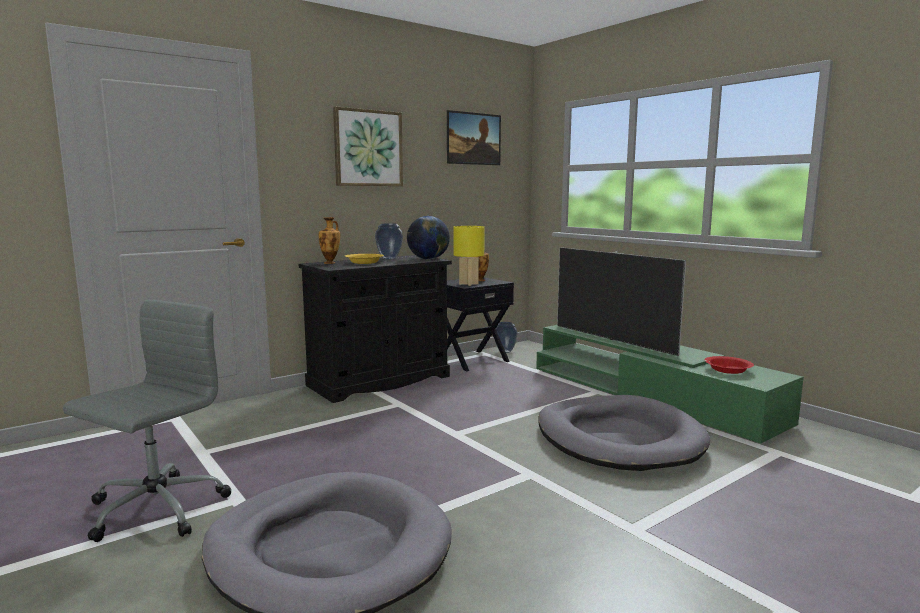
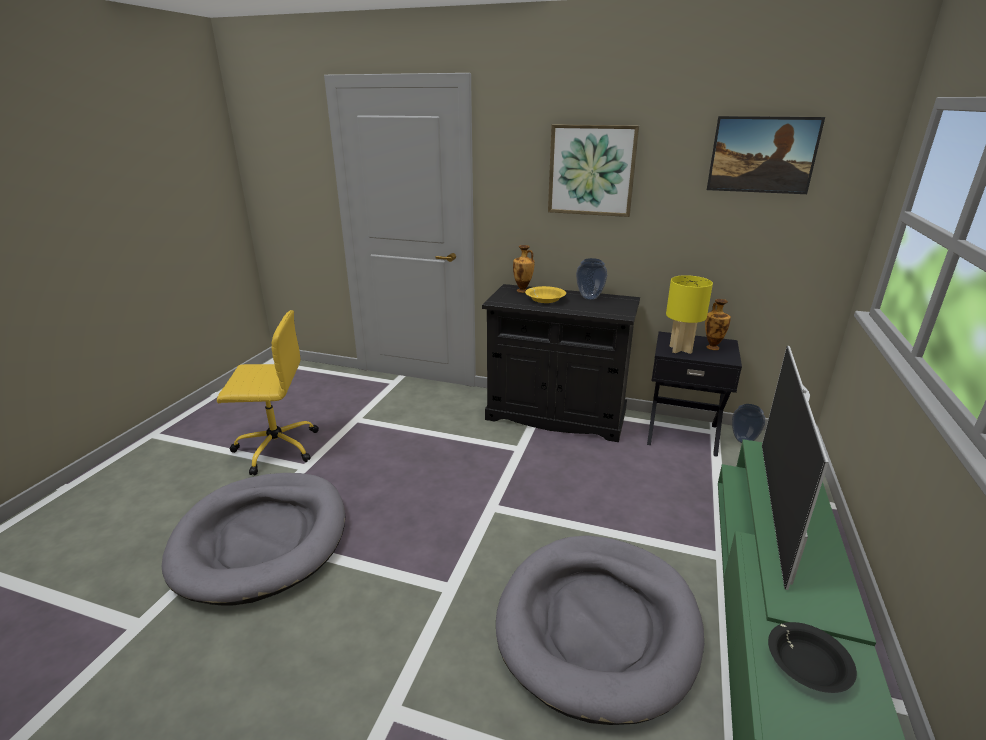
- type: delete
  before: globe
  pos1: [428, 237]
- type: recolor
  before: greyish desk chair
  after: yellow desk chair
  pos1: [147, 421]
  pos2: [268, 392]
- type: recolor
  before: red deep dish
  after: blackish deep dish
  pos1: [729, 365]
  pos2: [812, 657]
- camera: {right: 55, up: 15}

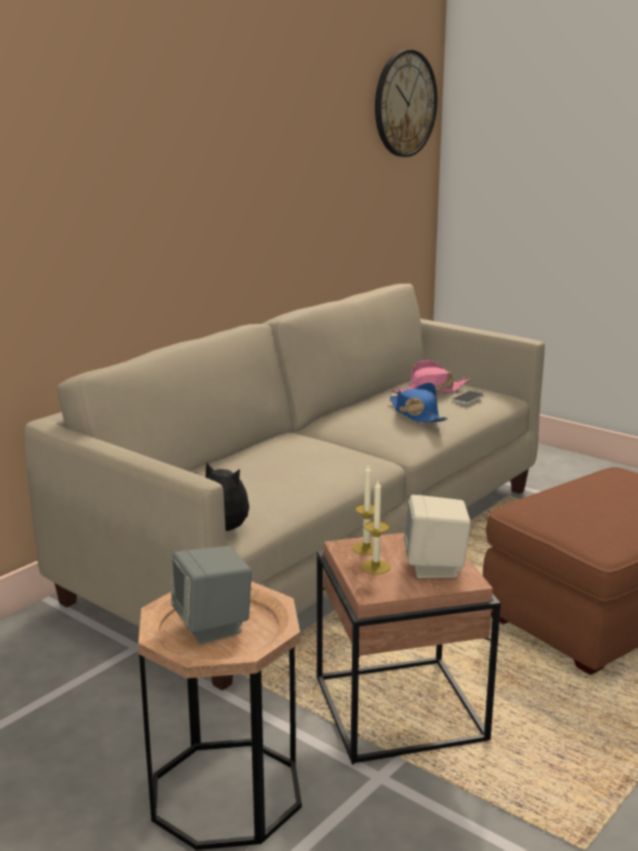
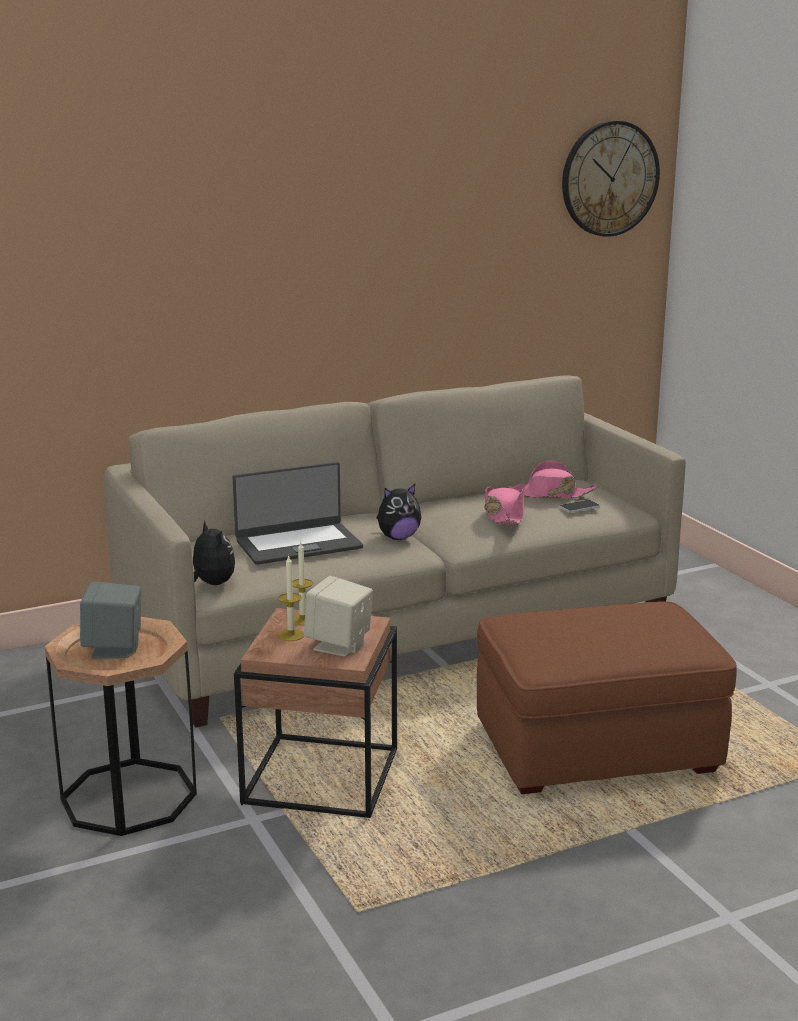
- type: recolor
  before: blue clothing hat
  after: pinkish clothing hat
  pos1: [419, 403]
  pos2: [504, 504]
- type: insert
  after: laptop
  pos2: [298, 513]
- type: insert
  after: cuddly toy
  pos2: [399, 512]
- camera: {right: 25, up: 0}

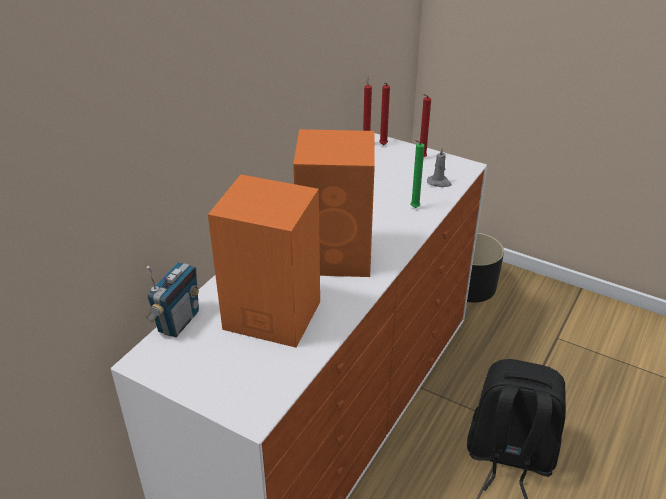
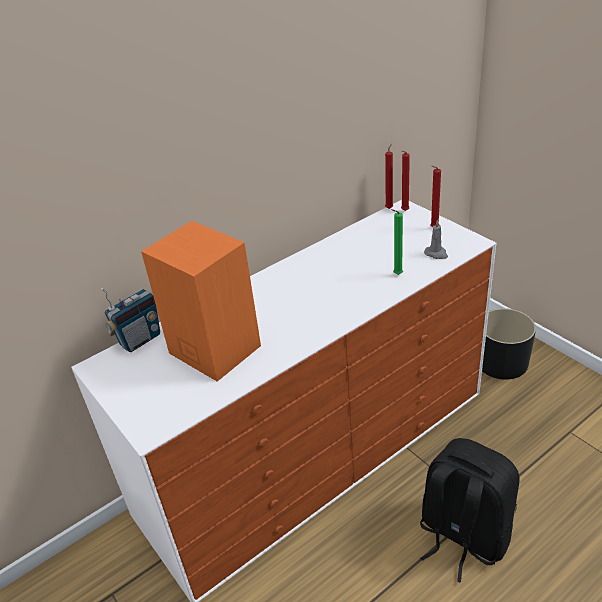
- type: delete
  before: orange-coloured audio speaker
  pos1: [334, 203]
- camera: {right: 25, up: 0}

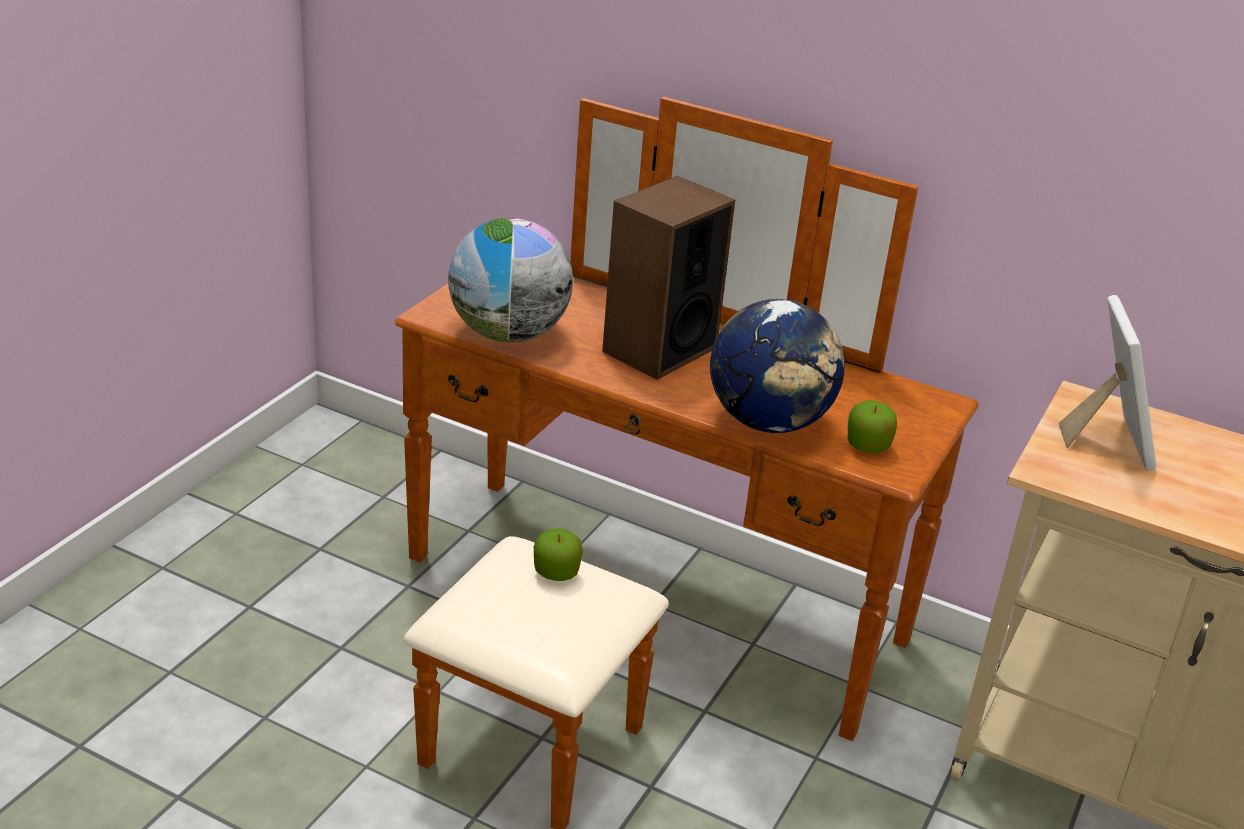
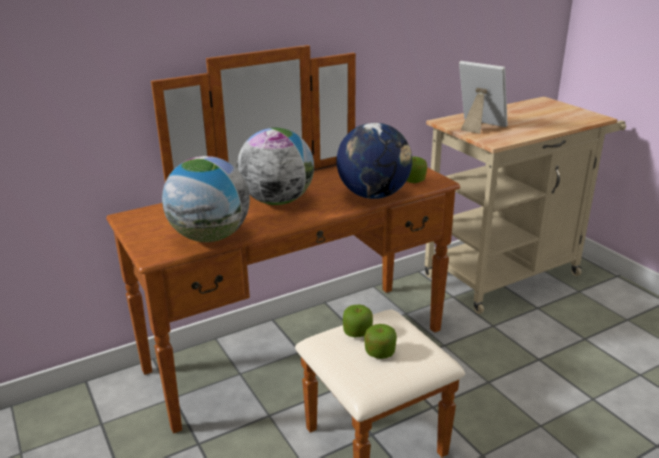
- type: replace
  before: audio speaker
  after: globe
  pos1: [668, 278]
  pos2: [275, 166]
- type: insert
  after: apple
  pos2: [380, 341]
- camera: {right: -55, up: -5}

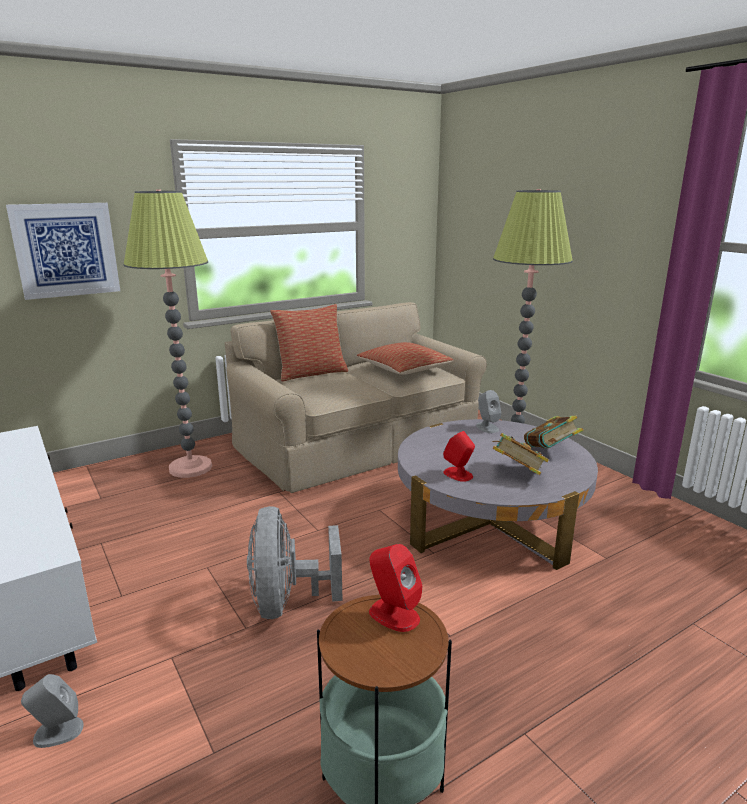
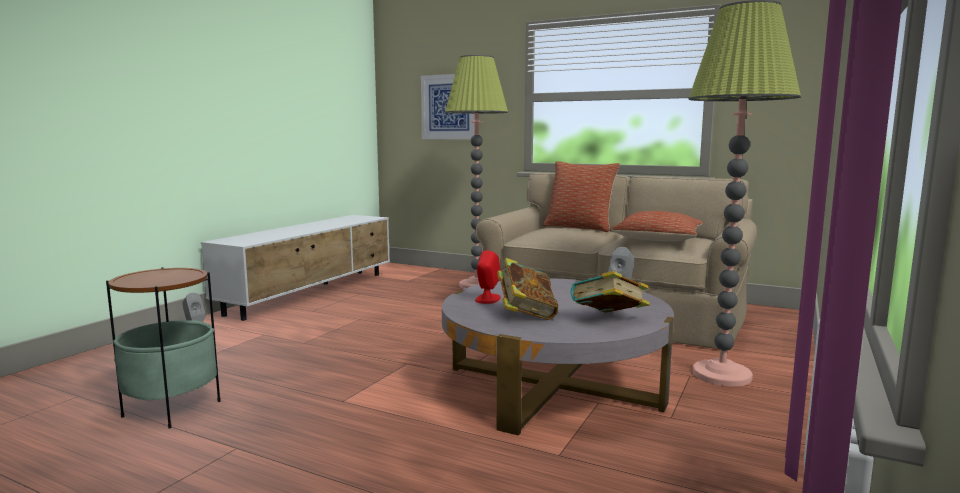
- type: delete
  before: greyish electric fan
  pos1: [295, 562]
- type: delete
  before: red audio speaker
  pos1: [396, 588]
- camera: {right: 60, up: -10}

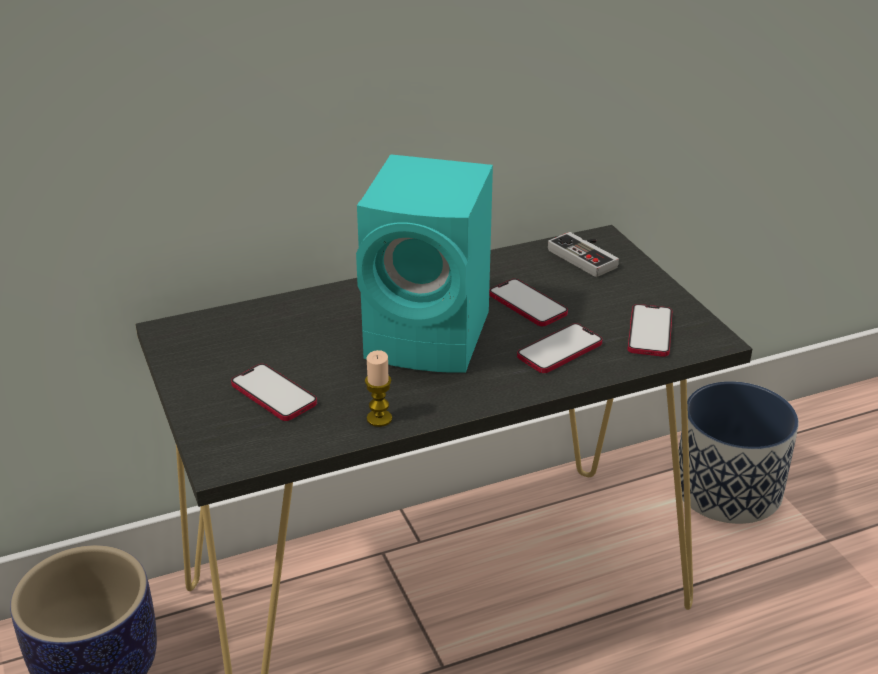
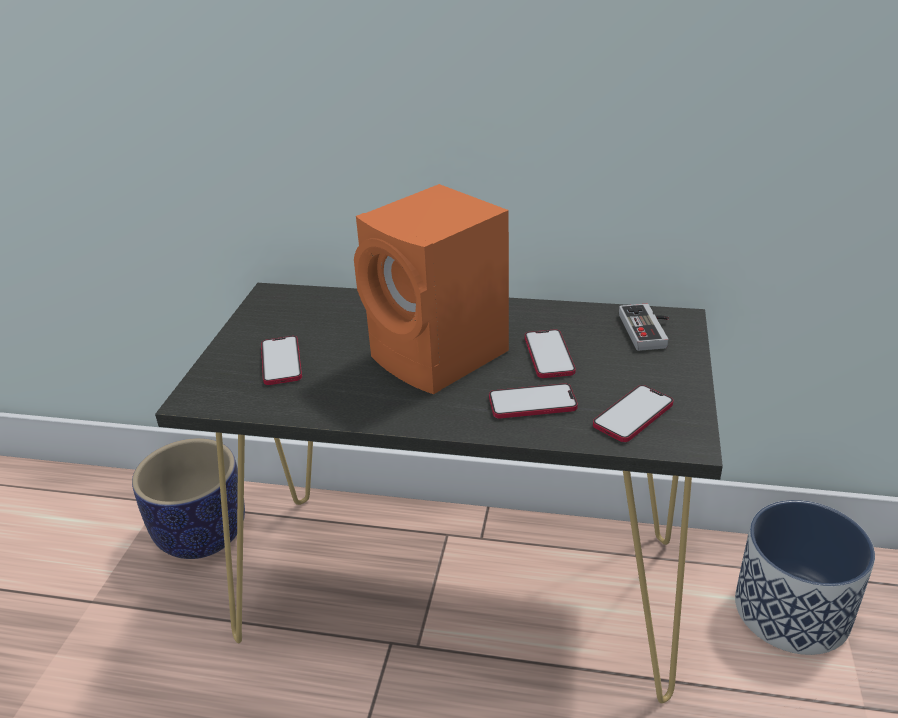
- type: recolor
  before: turquoise audio speaker
  after: orange-coloured audio speaker
  pos1: [424, 263]
  pos2: [431, 289]
- type: delete
  before: wax candle
  pos1: [378, 388]
- camera: {right: 35, up: 0}

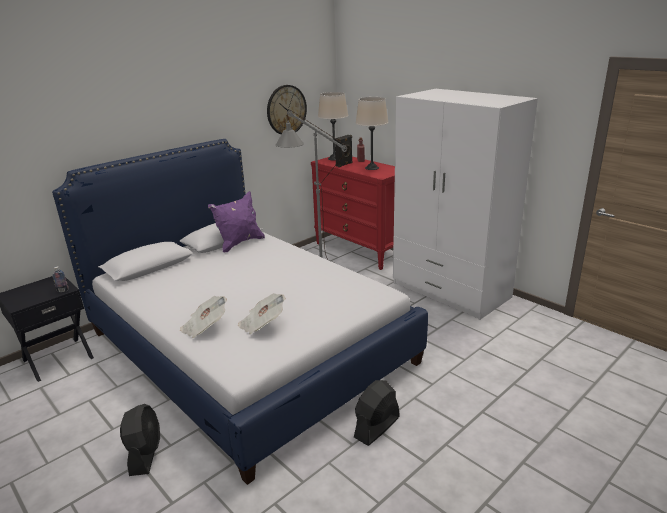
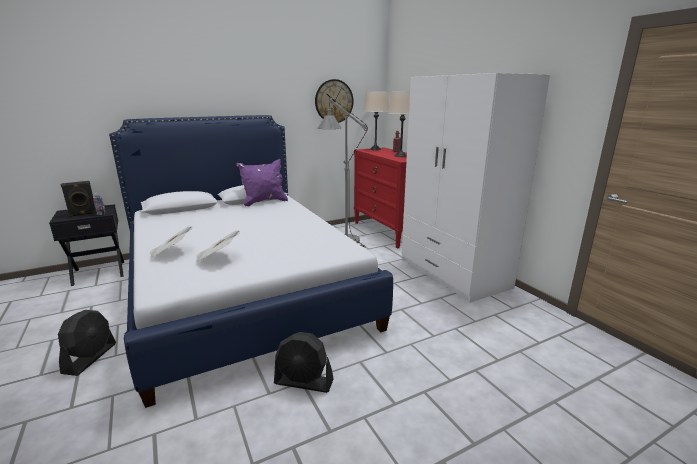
- type: move
  before: blackish audio speaker
  pos1: [344, 151]
  pos2: [78, 199]
- type: rotate
  before: blackish electric fan
  pos1: [377, 413]
  pos2: [304, 362]
  turn: -135
- camera: {right: 15, up: -5}

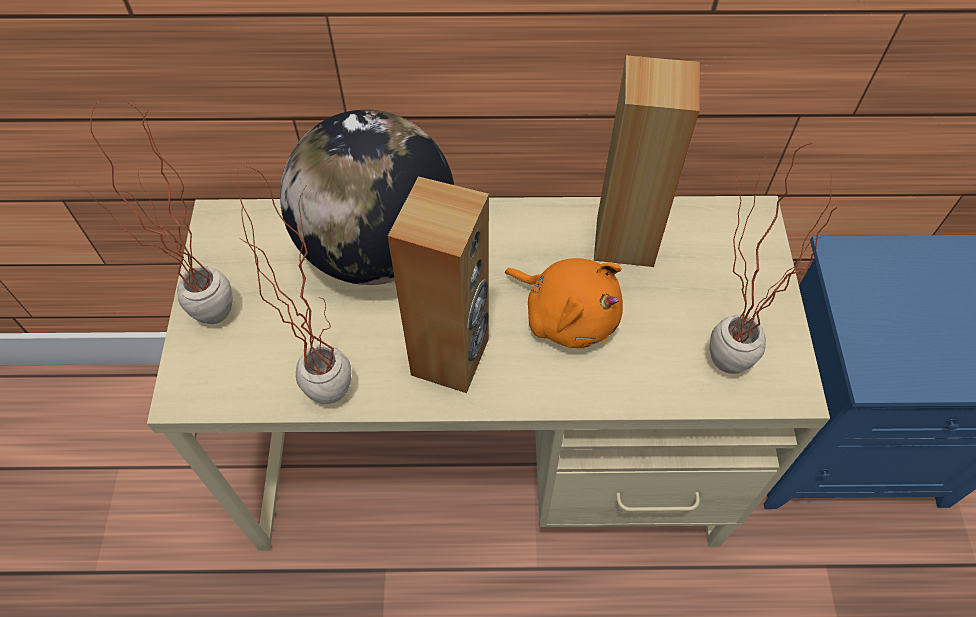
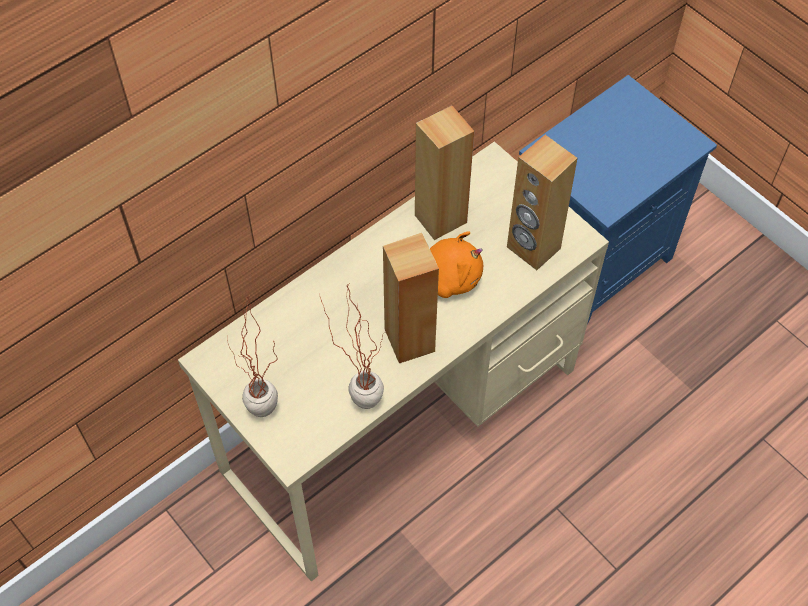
- type: delete
  before: globe
  pos1: [367, 197]
- type: replace
  before: potted plant
  after: brownish audio speaker
  pos1: [773, 258]
  pos2: [542, 202]
- camera: {right: -40, up: 0}

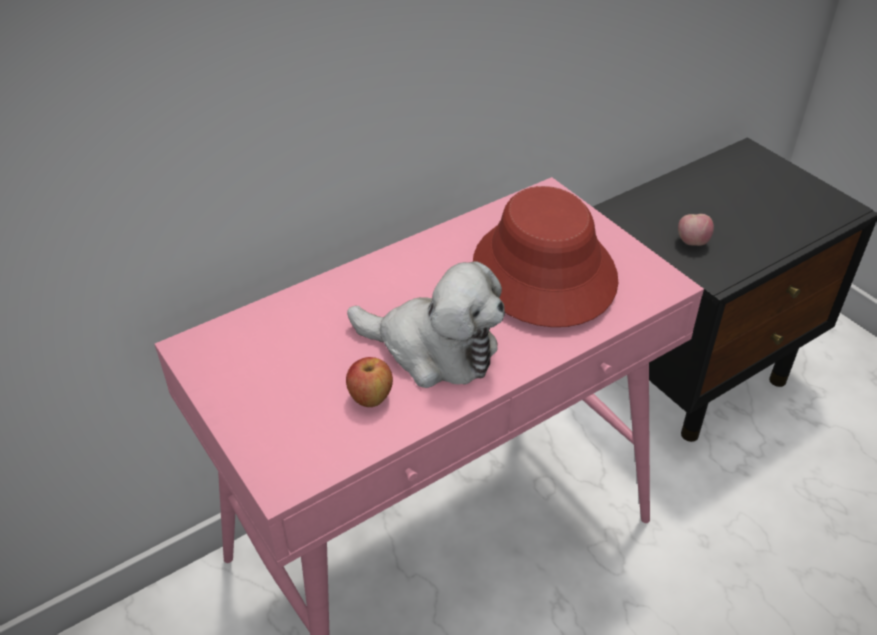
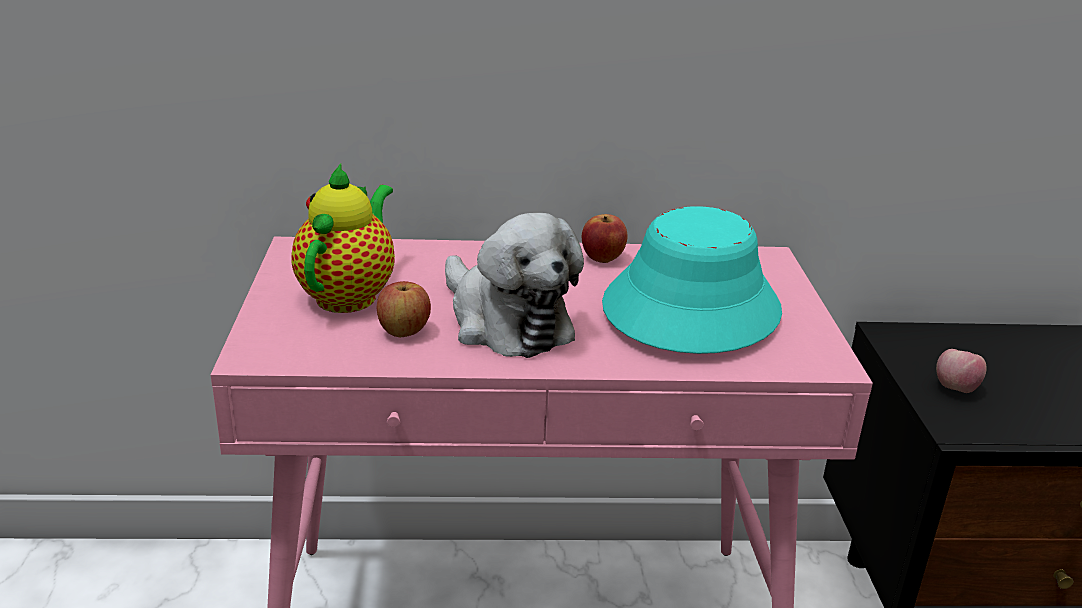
- type: recolor
  before: red clothing hat
  after: turquoise clothing hat
  pos1: [545, 256]
  pos2: [692, 280]
- type: insert
  after: pot for tea
  pos2: [343, 238]
- type: insert
  after: apple
  pos2: [604, 238]
- camera: {right: 30, up: -15}

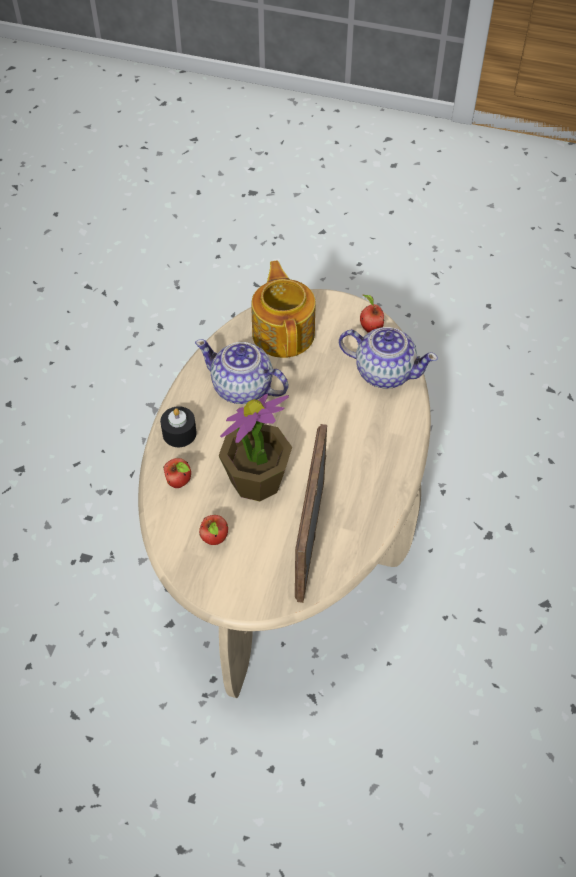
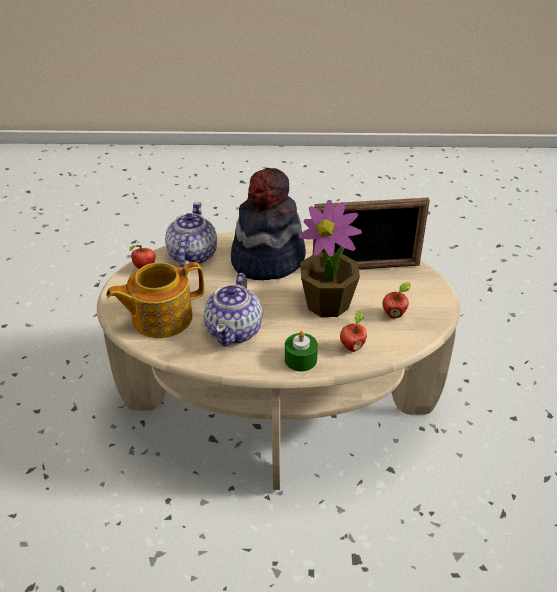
- type: recolor
  before: blackish wax candle
  after: green wax candle
  pos1: [178, 426]
  pos2: [301, 351]
- type: insert
  after: clothing hat
  pos2: [268, 224]
- camera: {right: -105, up: -15}

